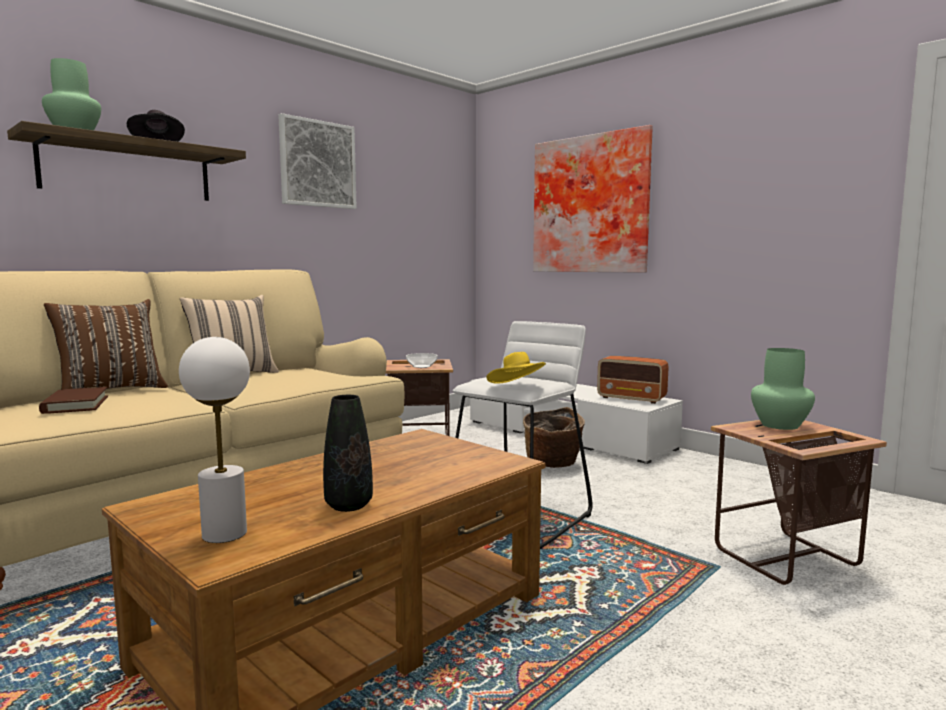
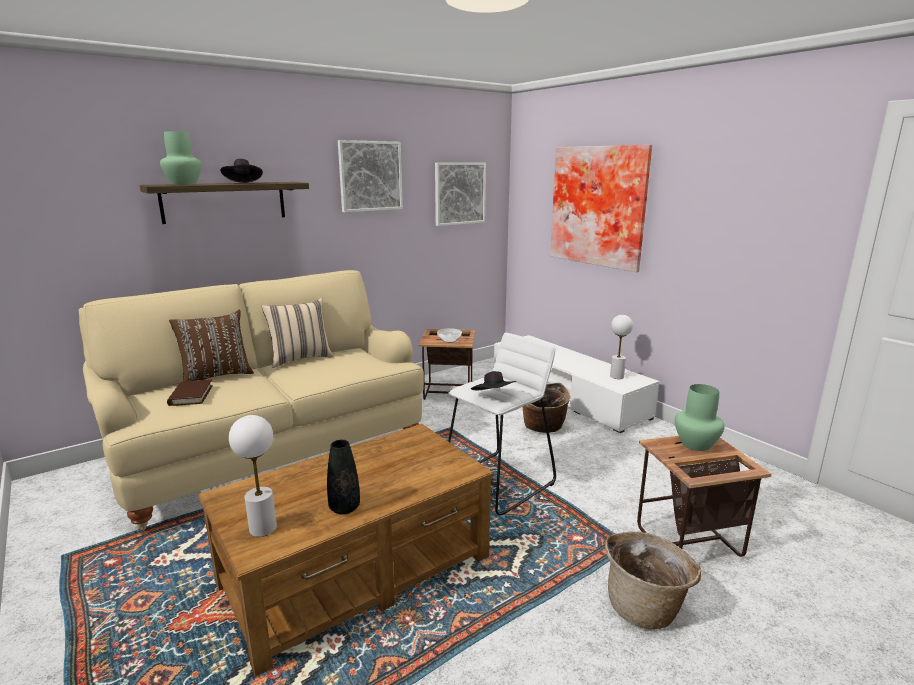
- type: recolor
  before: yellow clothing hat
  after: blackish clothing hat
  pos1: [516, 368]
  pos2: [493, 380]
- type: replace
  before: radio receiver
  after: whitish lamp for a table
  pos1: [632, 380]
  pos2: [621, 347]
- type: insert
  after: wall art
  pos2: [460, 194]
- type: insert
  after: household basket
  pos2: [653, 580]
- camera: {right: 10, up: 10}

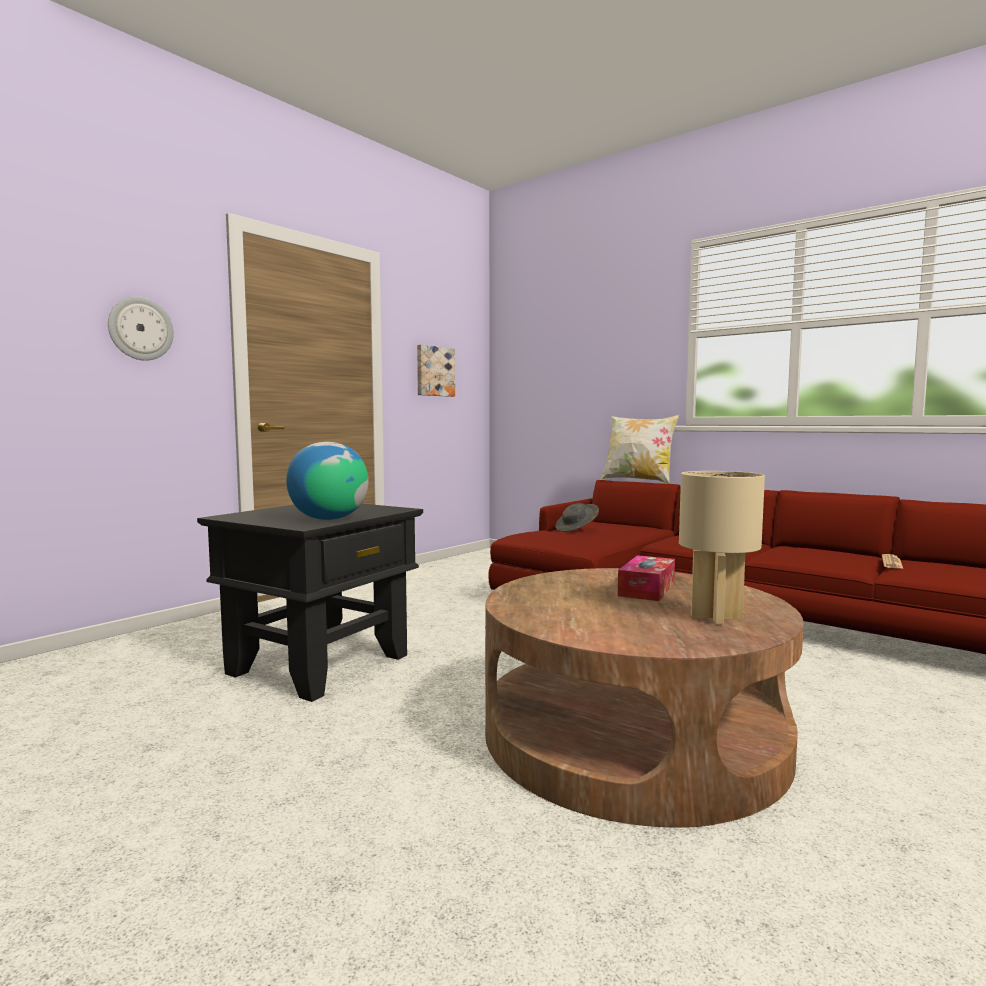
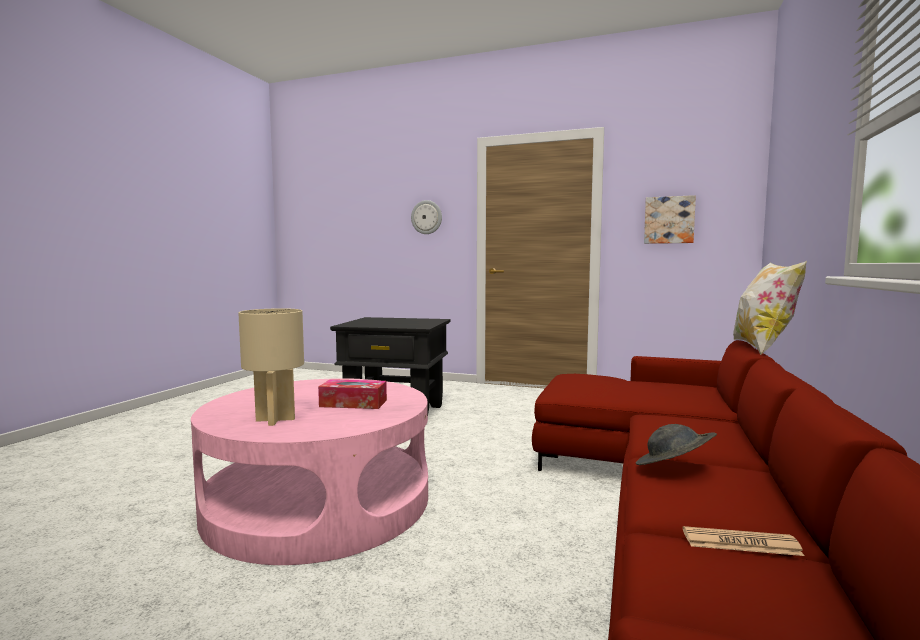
- type: delete
  before: globe
  pos1: [327, 481]
- type: move
  before: greyish clothing hat
  pos1: [577, 517]
  pos2: [676, 444]
- type: recolor
  before: brownish coffee table
  after: pinkish coffee table
  pos1: [644, 698]
  pos2: [309, 471]
- camera: {right: 70, up: 0}

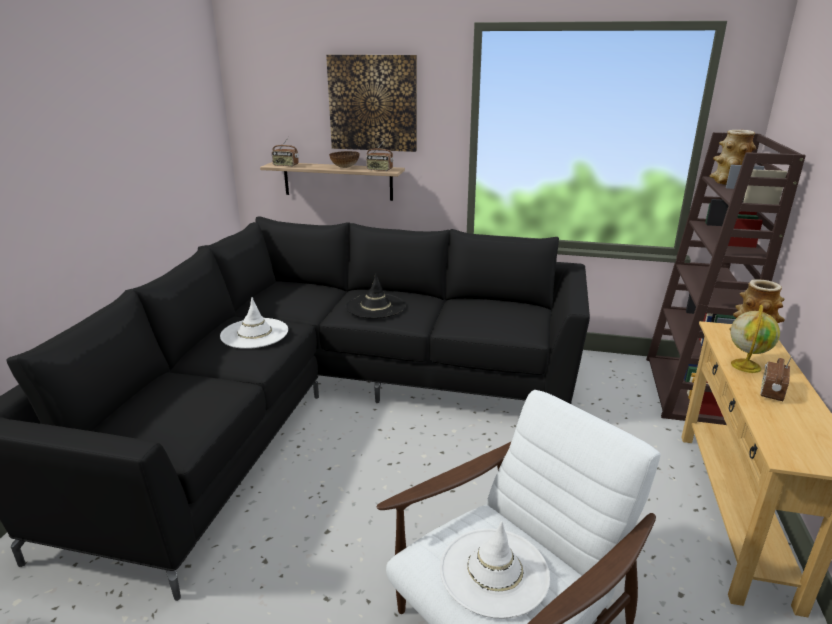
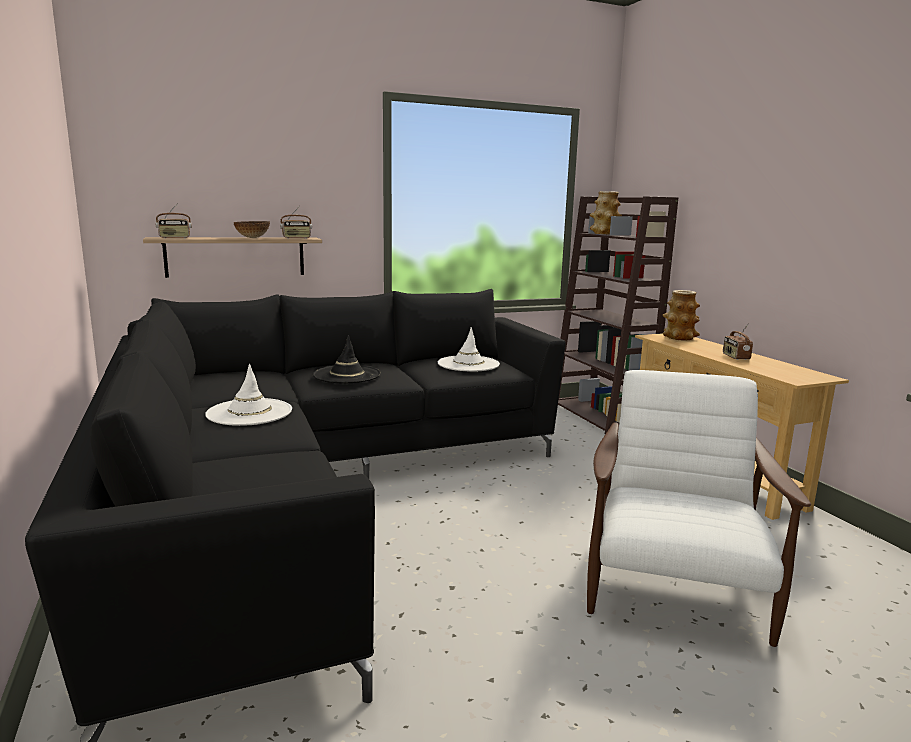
- type: delete
  before: wall art
  pos1: [371, 103]
- type: delete
  before: globe
  pos1: [755, 339]
- type: move
  before: whitish clothing hat
  pos1: [495, 570]
  pos2: [469, 349]
- camera: {right: -35, up: -10}

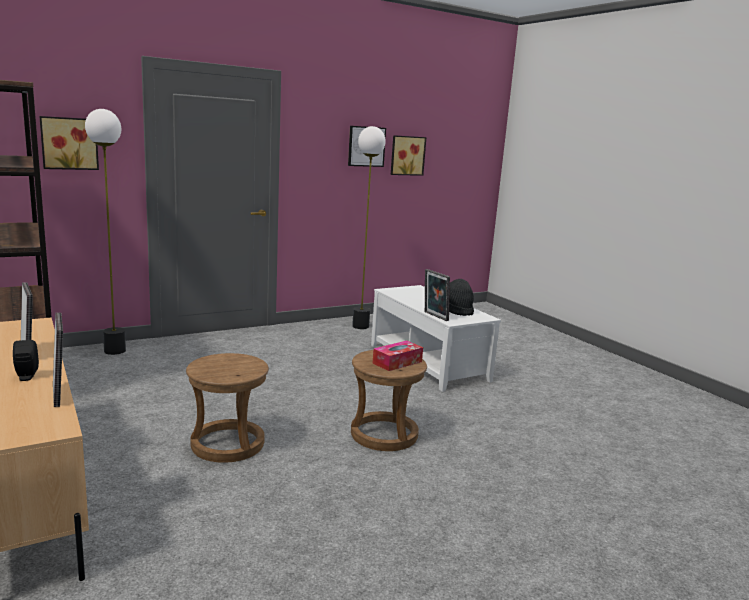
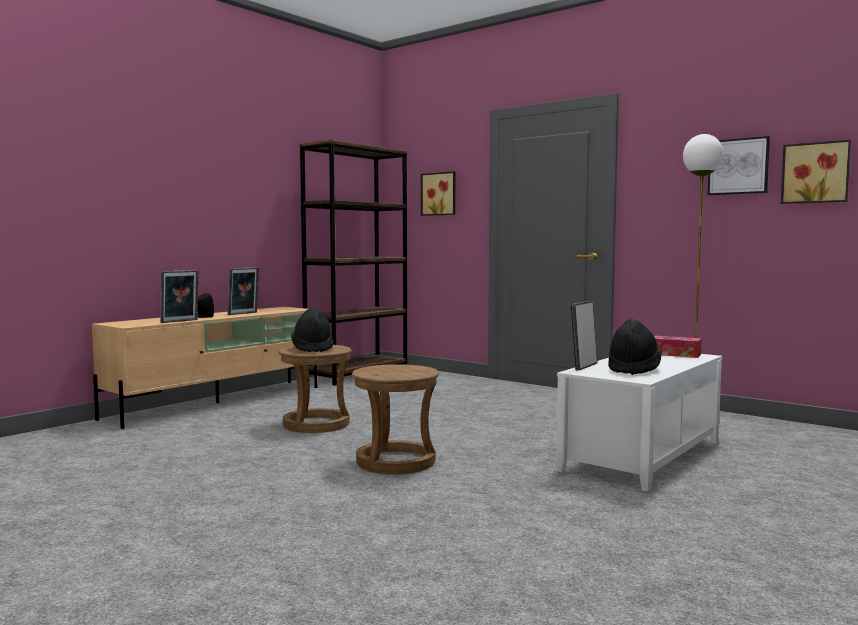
- type: delete
  before: standard lamp
  pos1: [105, 232]
- type: move
  before: tissue holder
  pos1: [398, 356]
  pos2: [678, 346]
- type: insert
  after: blackish clothing hat
  pos2: [312, 330]
- camera: {right: 70, up: -10}

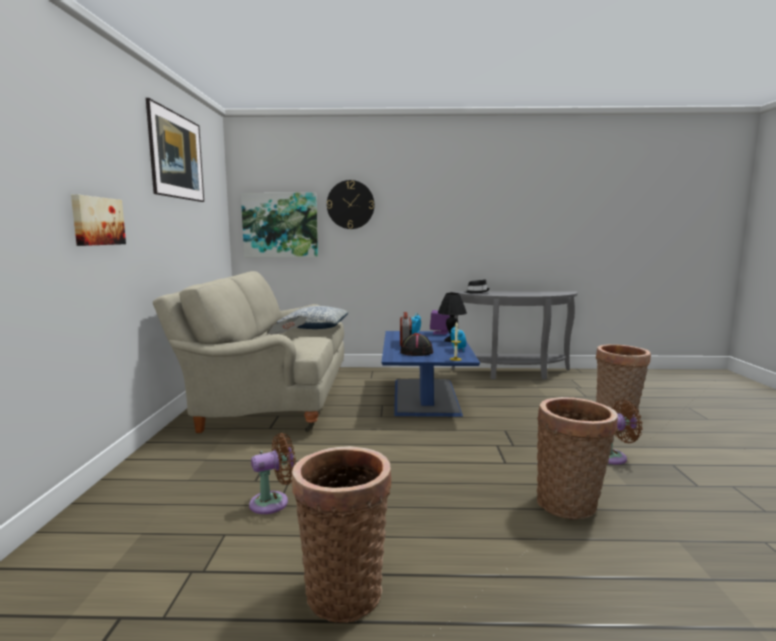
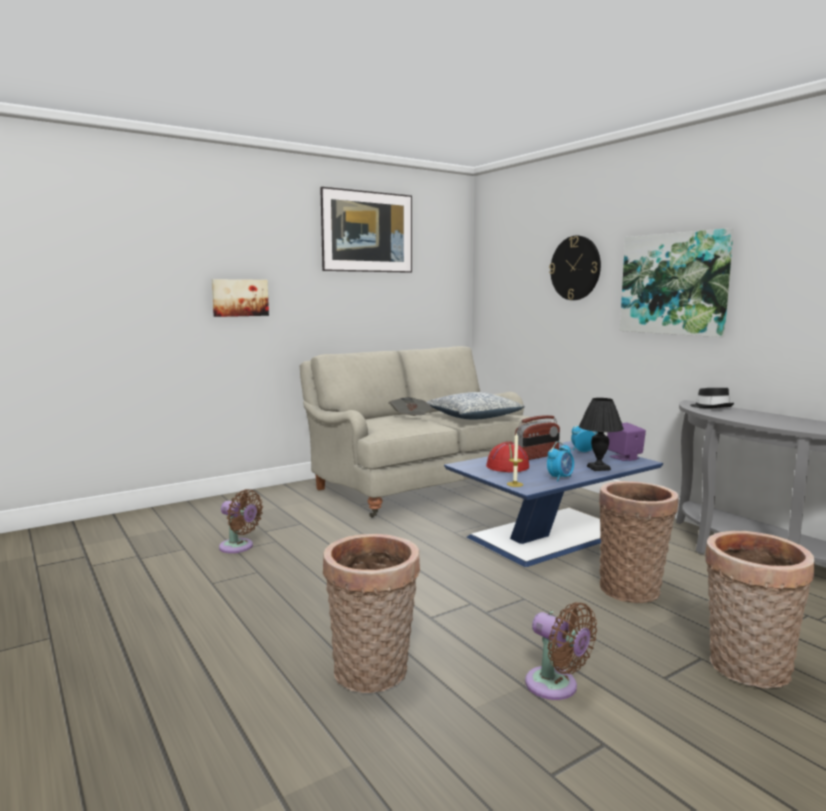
- type: move
  before: wall art
  pos1: [279, 225]
  pos2: [677, 282]
- type: recolor
  before: blackish clothing hat
  after: red clothing hat
  pos1: [416, 344]
  pos2: [507, 456]
- type: move
  before: household basket
  pos1: [341, 534]
  pos2: [639, 542]
- camera: {right: 55, up: 0}

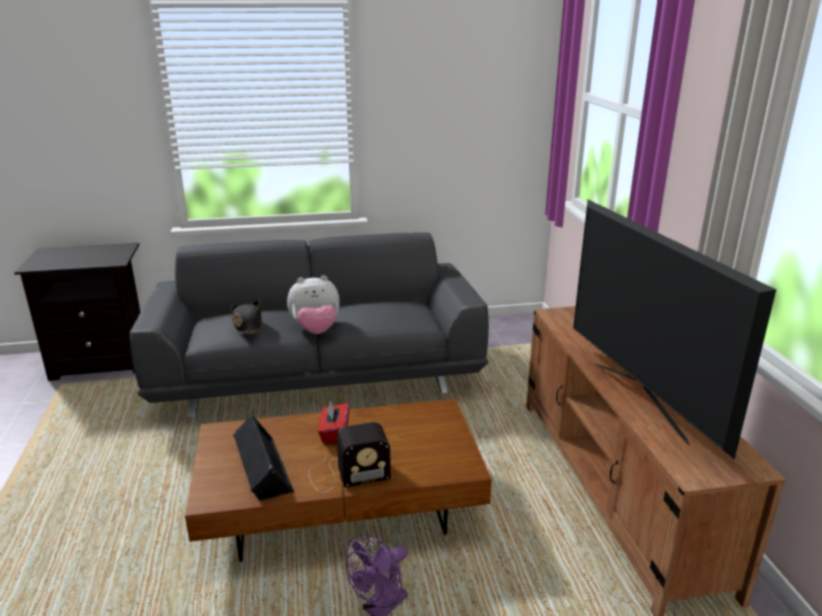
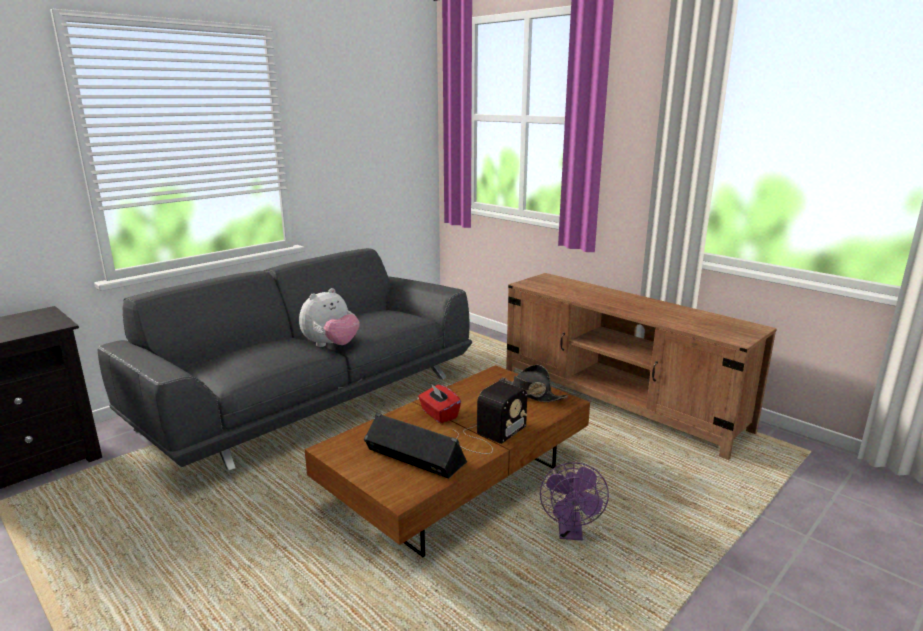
- type: delete
  before: TV set
  pos1: [674, 330]
- type: move
  before: blackish clothing hat
  pos1: [246, 317]
  pos2: [533, 383]
- camera: {right: -35, up: -5}

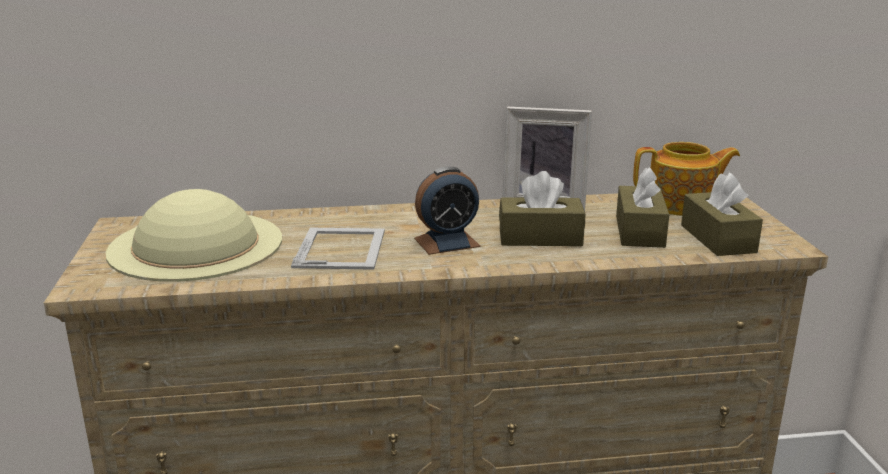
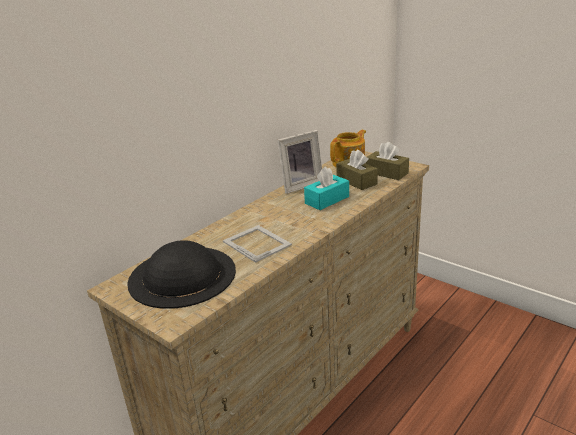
- type: delete
  before: table clock
  pos1: [447, 210]
- type: recolor
  before: brownish tissue holder
  after: turquoise tissue holder
  pos1: [542, 208]
  pos2: [326, 188]
- type: recolor
  before: sand-coloured clothing hat
  after: blackish clothing hat
  pos1: [194, 235]
  pos2: [181, 274]
- camera: {right: -40, up: 5}

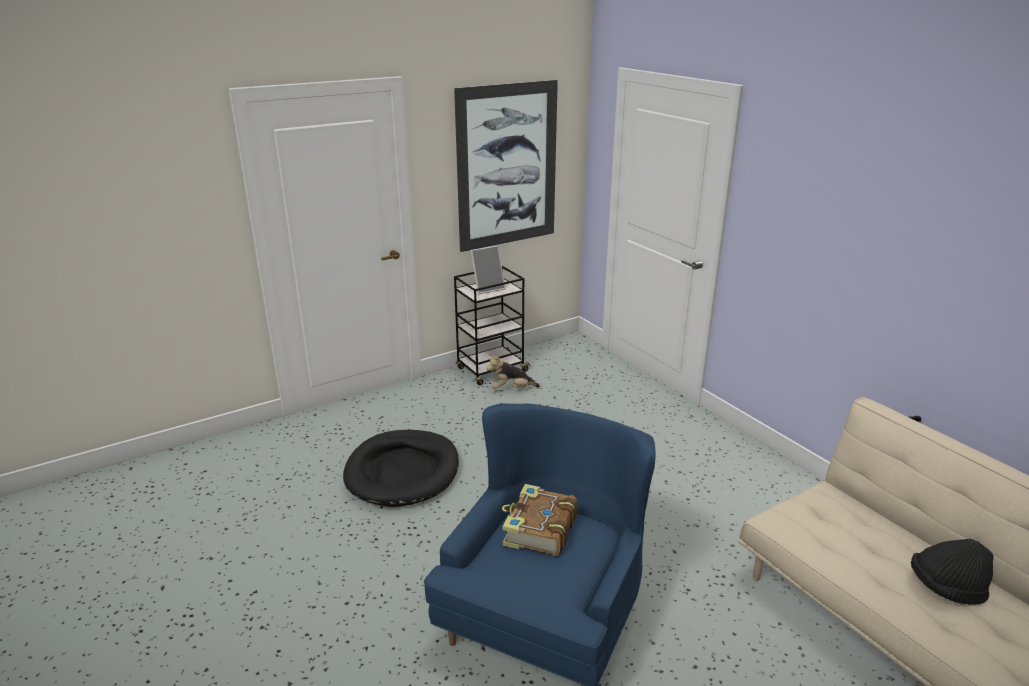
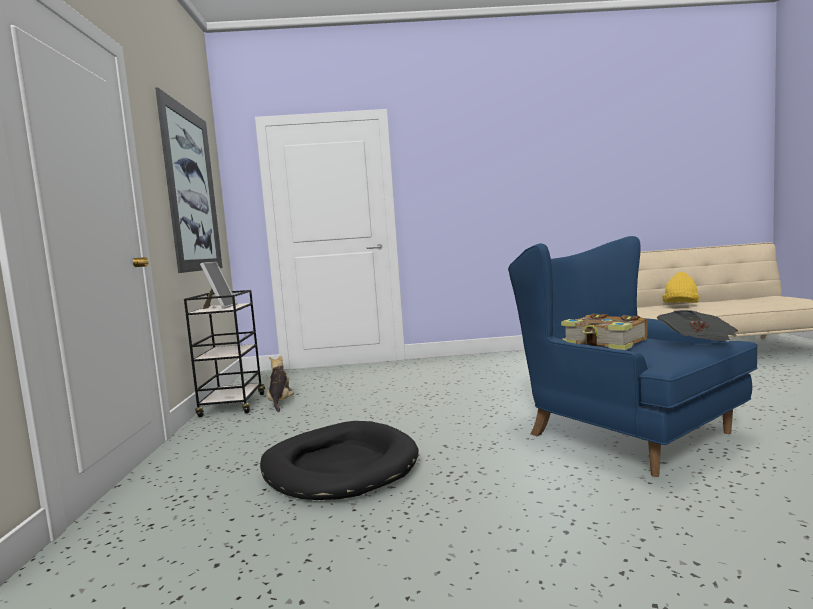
- type: rotate
  before: cuddly toy
  pos1: [513, 371]
  pos2: [280, 383]
  turn: 150
- type: recolor
  before: blackish clothing hat
  after: yellow clothing hat
  pos1: [952, 572]
  pos2: [680, 287]
- type: insert
  after: newspaper
  pos2: [697, 325]
- camera: {right: -60, up: -20}

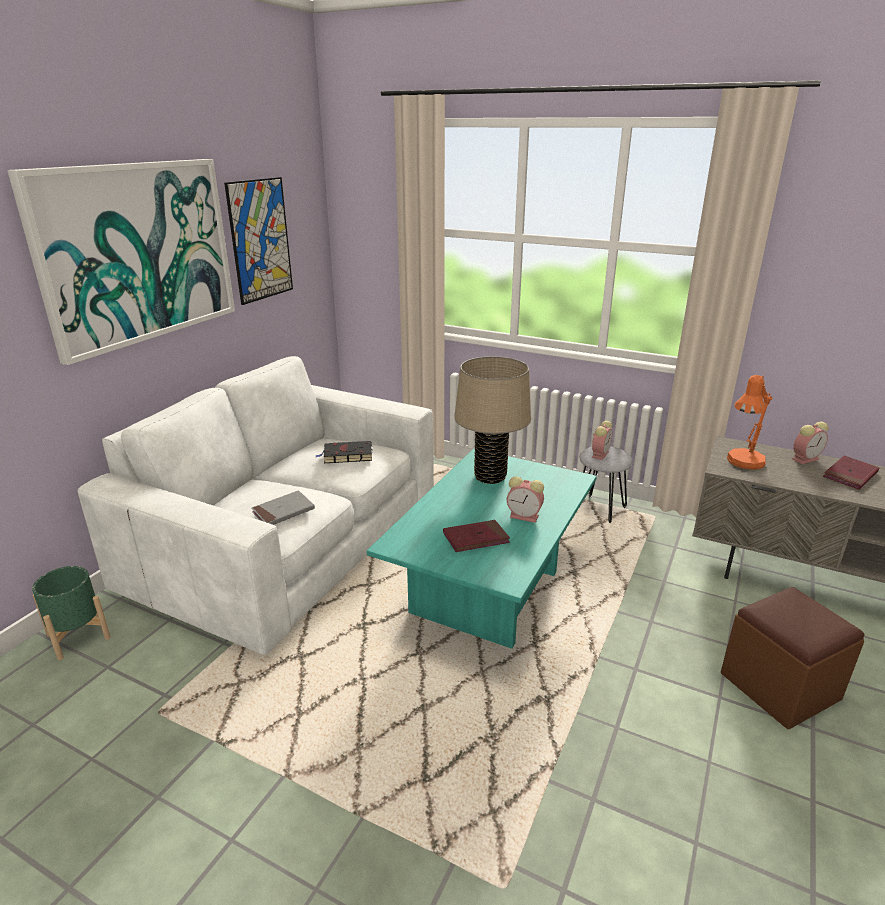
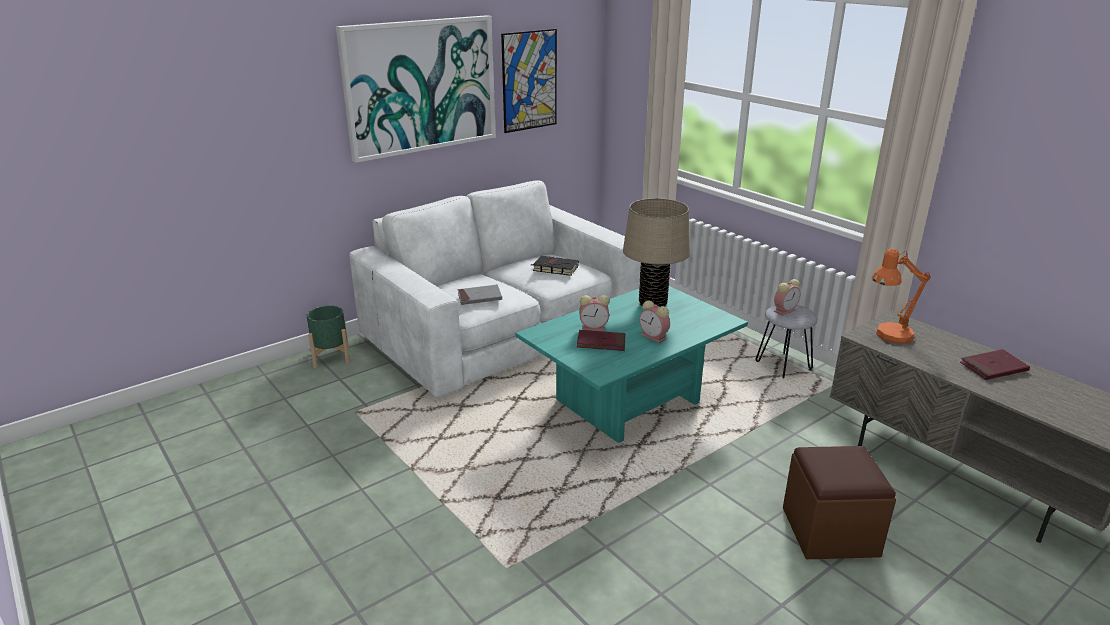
- type: move
  before: table clock
  pos1: [810, 443]
  pos2: [594, 313]
- camera: {right: 25, up: 0}

